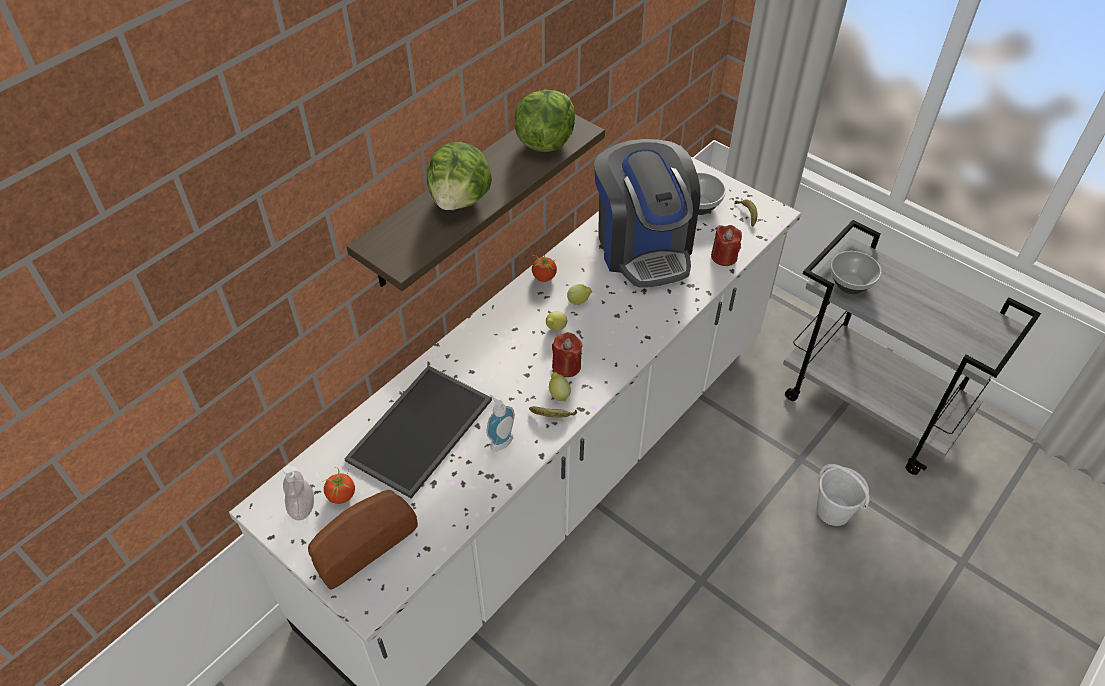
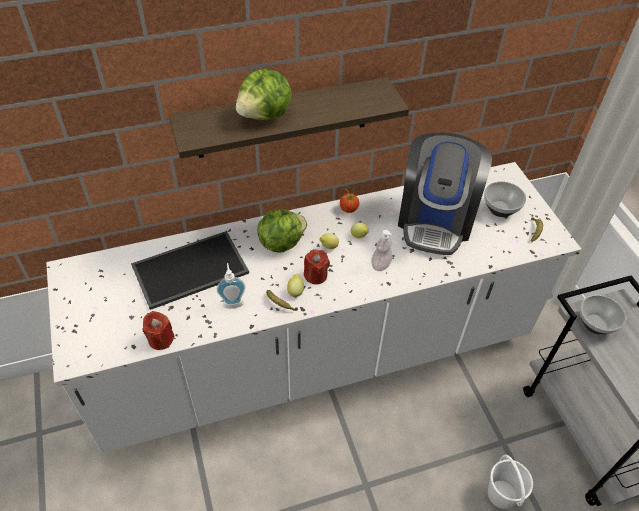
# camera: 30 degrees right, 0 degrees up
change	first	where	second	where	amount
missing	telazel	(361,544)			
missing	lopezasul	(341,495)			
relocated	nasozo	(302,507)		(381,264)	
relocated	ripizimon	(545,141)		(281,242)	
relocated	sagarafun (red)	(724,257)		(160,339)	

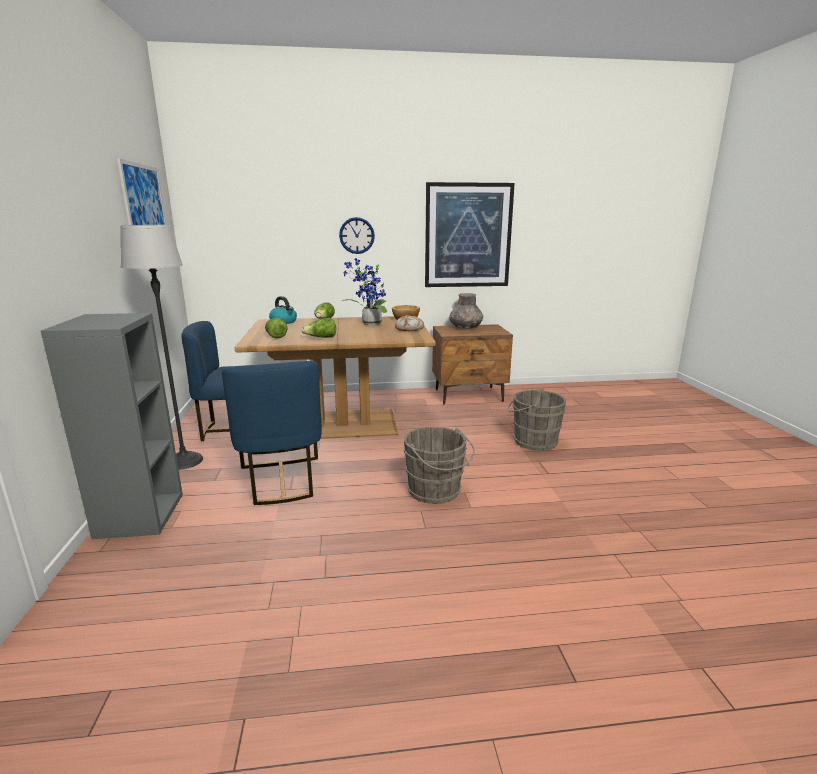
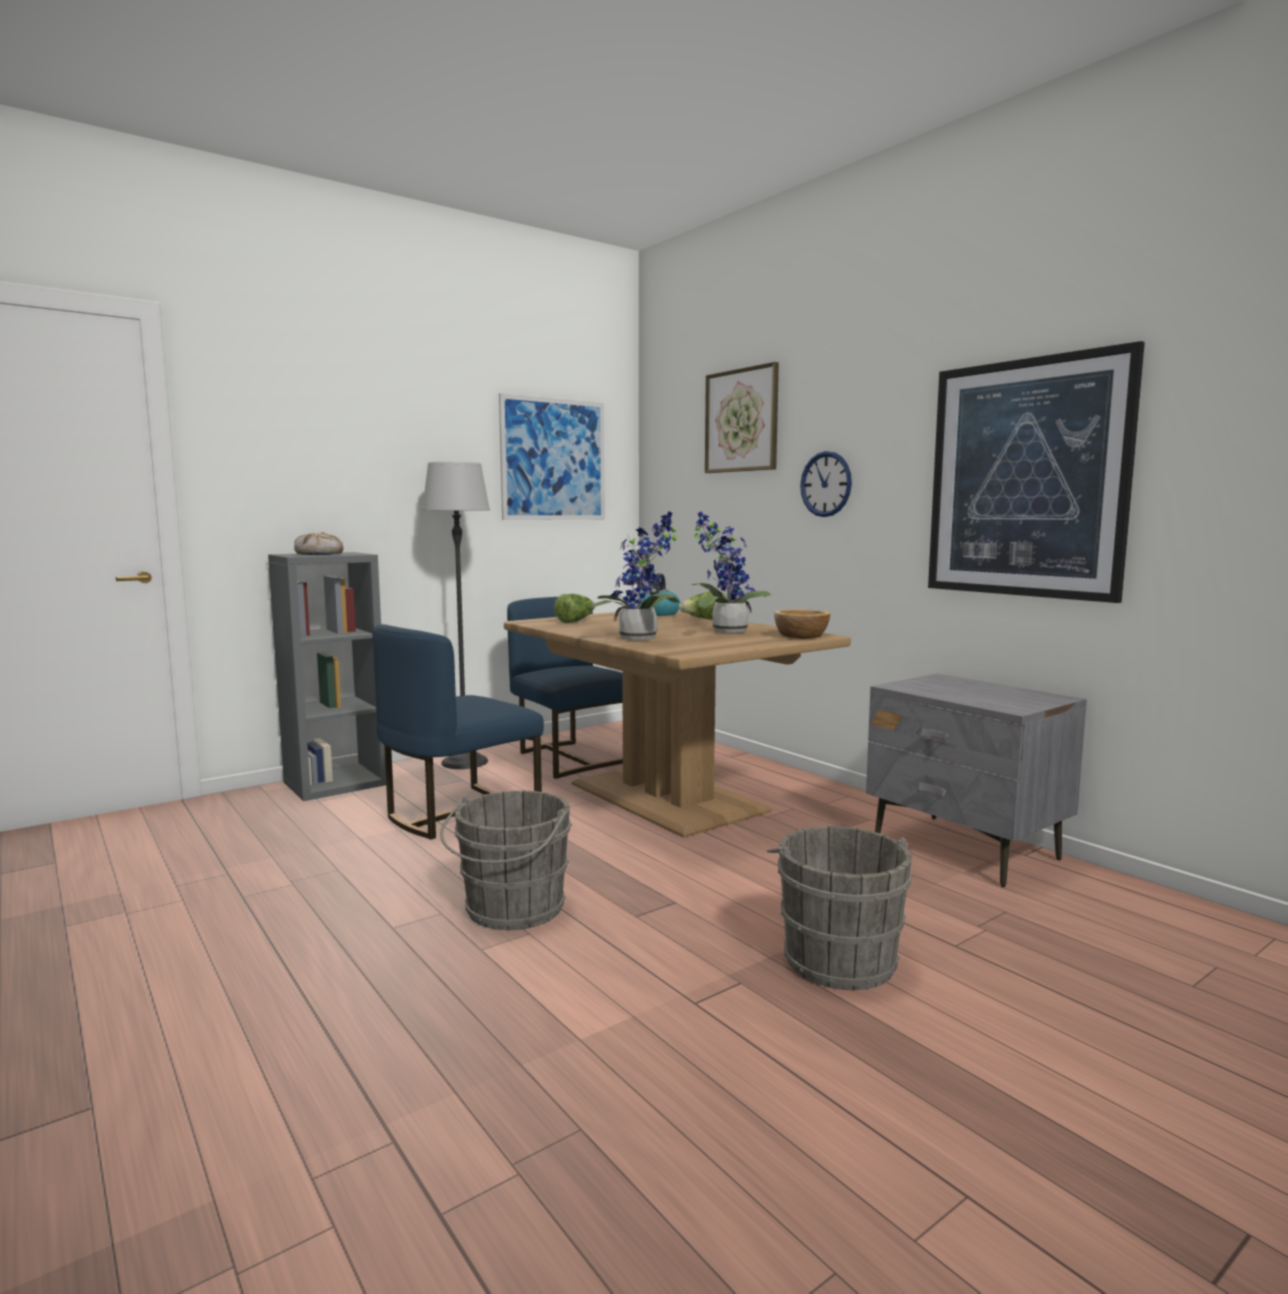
# camera: 60 degrees right, 10 degrees down
change	first	where	second	where	amount
missing	ripizimon	(321,338)			
missing	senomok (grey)	(465,327)			
appeared			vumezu	(642,639)	
appeared			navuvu	(741,420)	
relocated	telazel	(409,329)		(320,554)	
colour	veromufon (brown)	(469,395)	veromufon (grey)	(965,849)	

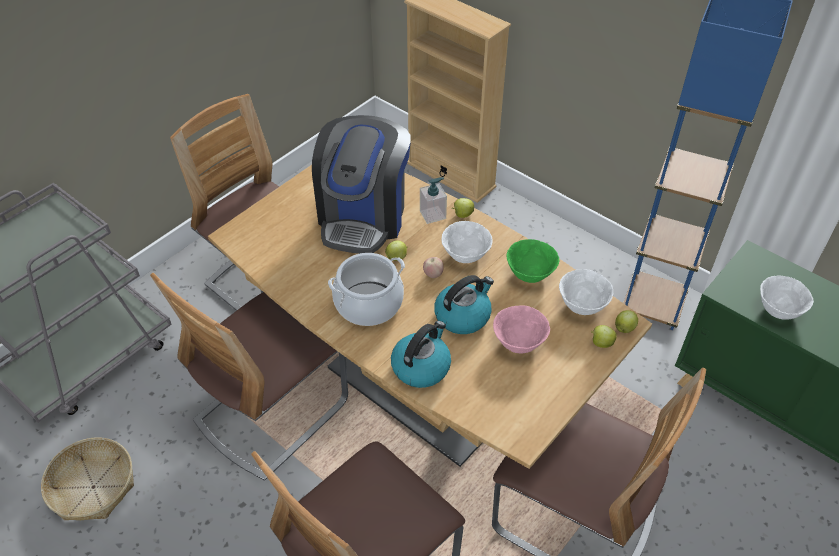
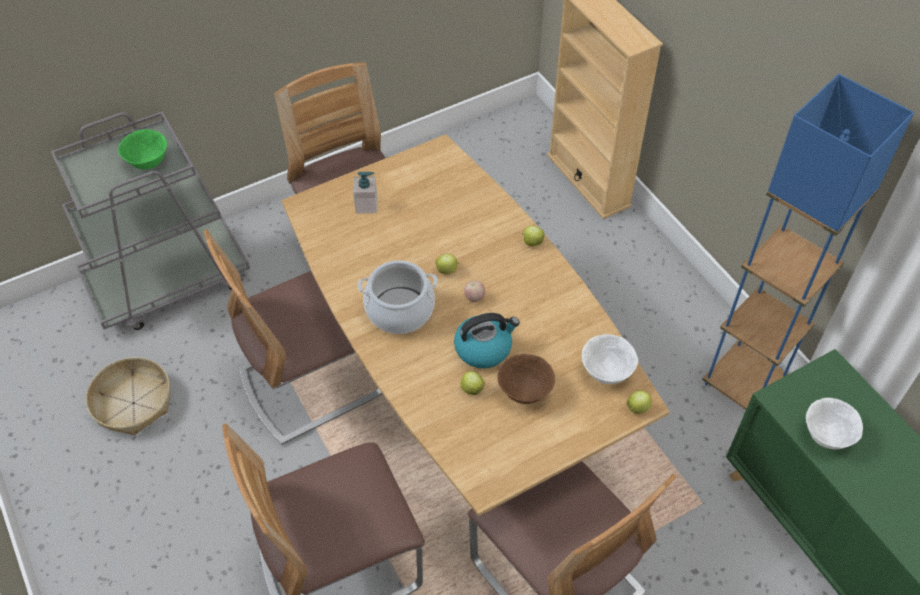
# camera: 20 degrees right, 5 degrees up
change	first	where	second	where	amount
missing	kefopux	(363,216)			
missing	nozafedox	(421,366)			
missing	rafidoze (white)	(465,256)			
relocated	nasozo	(433,214)		(366,205)	
relocated	rafidoze (green)	(530,275)		(148,163)	
relocated	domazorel	(601,343)		(471,389)	
colour	rafidoze (pink)	(518,343)	rafidoze (brown)	(524,391)	

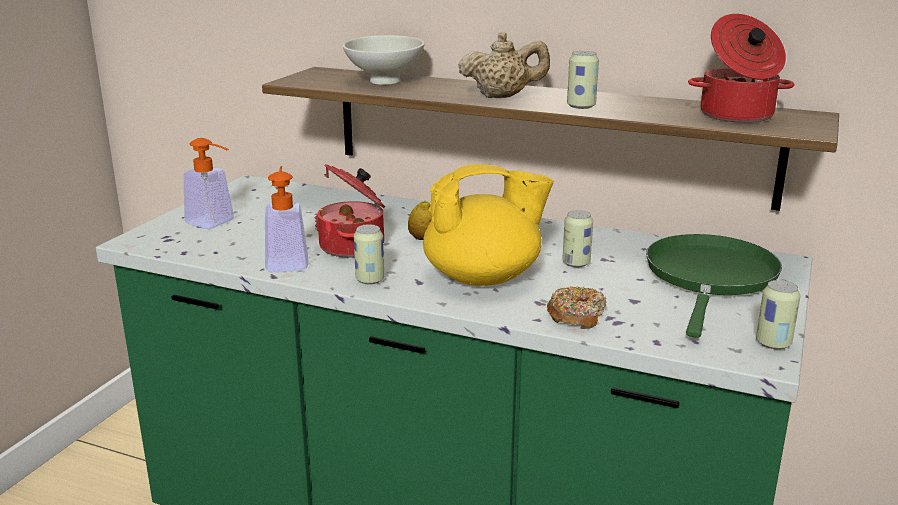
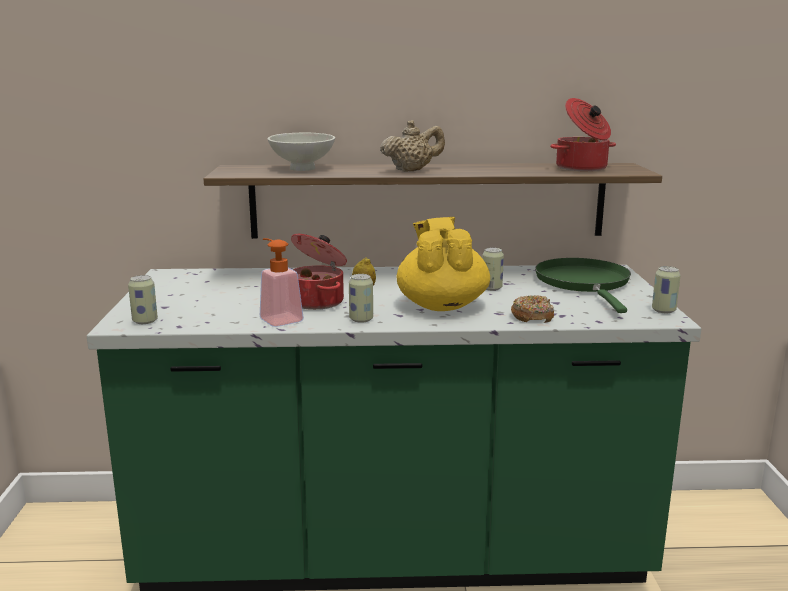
# camera: 25 degrees left, 5 degrees down
change	first	where	second	where	amount
missing	nasozo	(216,223)			
relocated	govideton	(581,106)		(145,321)	
spun	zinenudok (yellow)	(484,277)		(441,305)	60 degrees counterclockwise

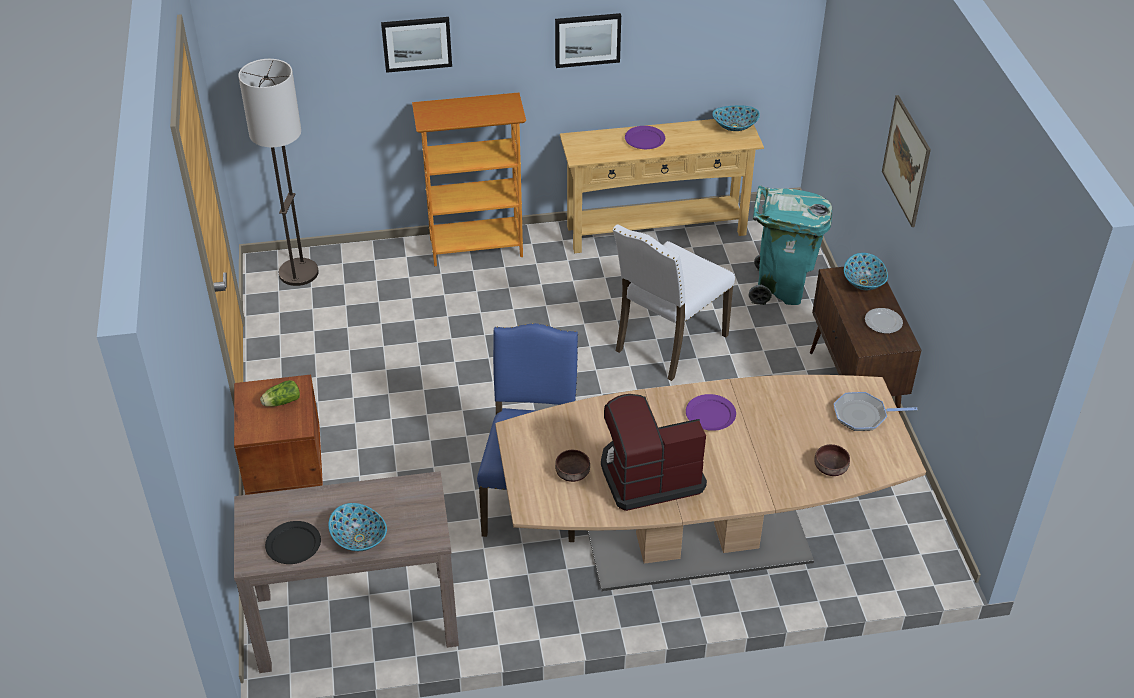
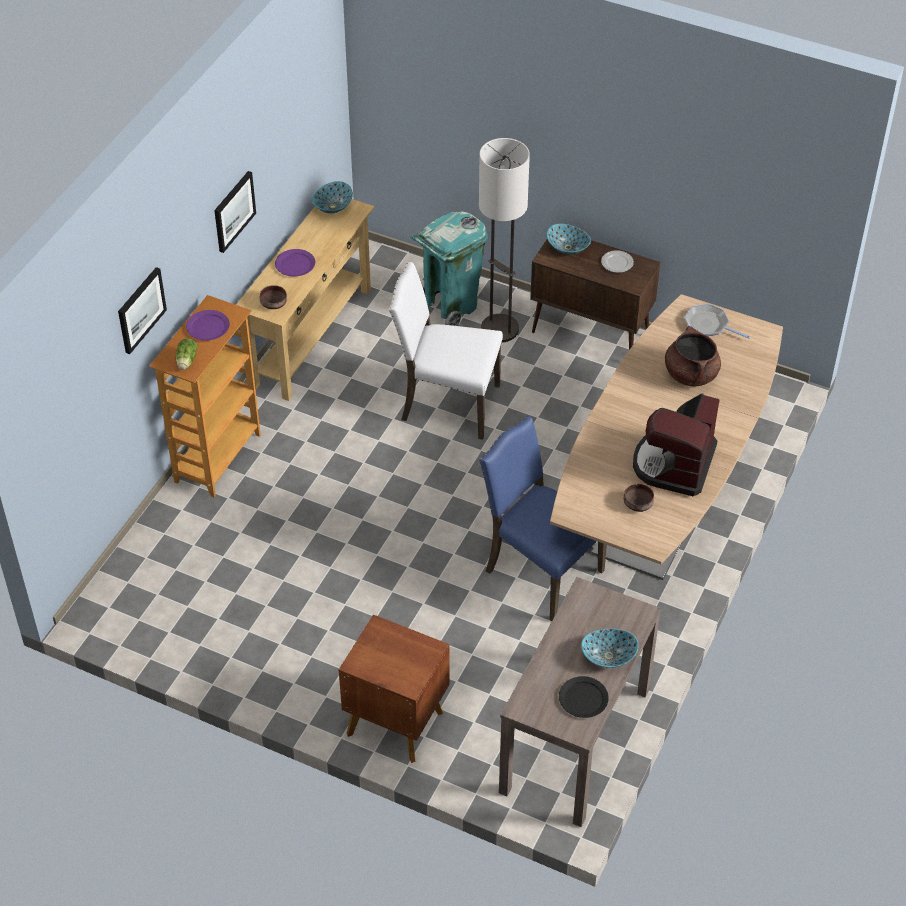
# camera: 55 degrees left, 5 degrees up
change	first	where	second	where	amount
missing	navuvu	(906,161)			
appeared			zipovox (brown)	(690,374)	
relocated	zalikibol	(299,273)		(500,329)	
relocated	ripizimon	(281,402)		(186,361)	
relocated	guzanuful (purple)	(710,414)		(208,327)	
relocated	rafidoze (brown)	(831,467)		(274,303)	
spun	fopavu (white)	(667,343)		(447,404)	120 degrees clockwise
spun	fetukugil	(863,415)		(709,325)	90 degrees clockwise

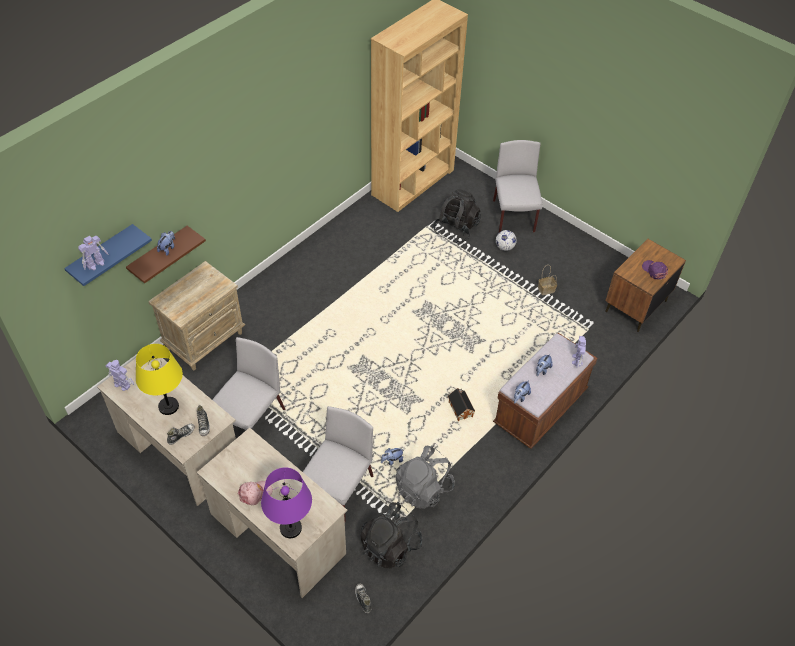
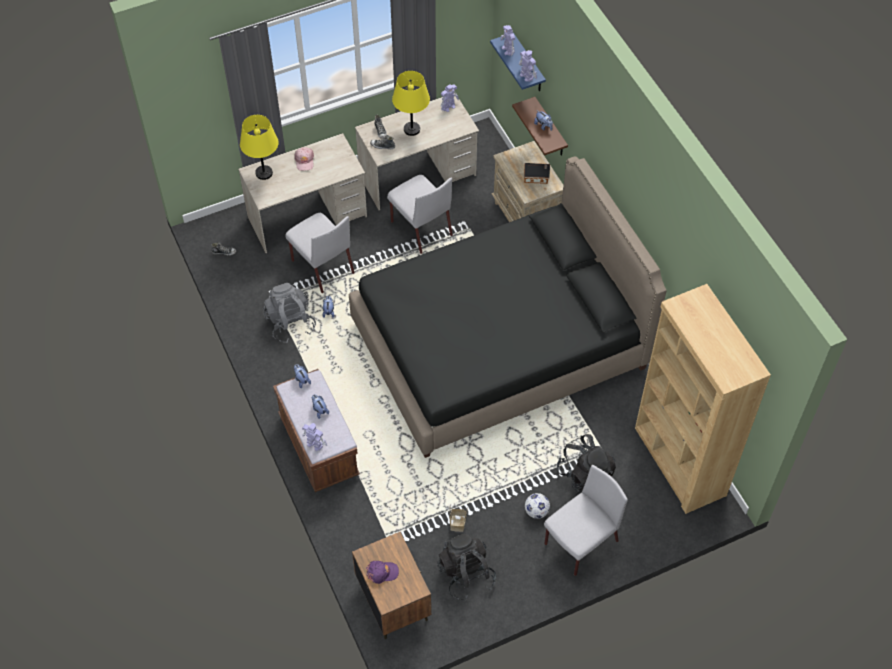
# camera: 115 degrees right, 5 degrees up
change	first	where	second	where	amount
appeared			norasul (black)	(498,345)	
appeared			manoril	(526,76)	
relocated	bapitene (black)	(390,546)		(466,574)	
relocated	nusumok	(460,408)		(537,177)	
colour	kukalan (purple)	(291,528)	kukalan (yellow)	(264,173)	
spun	fopavu (grey)	(513,217)		(580,543)	60 degrees counterclockwise

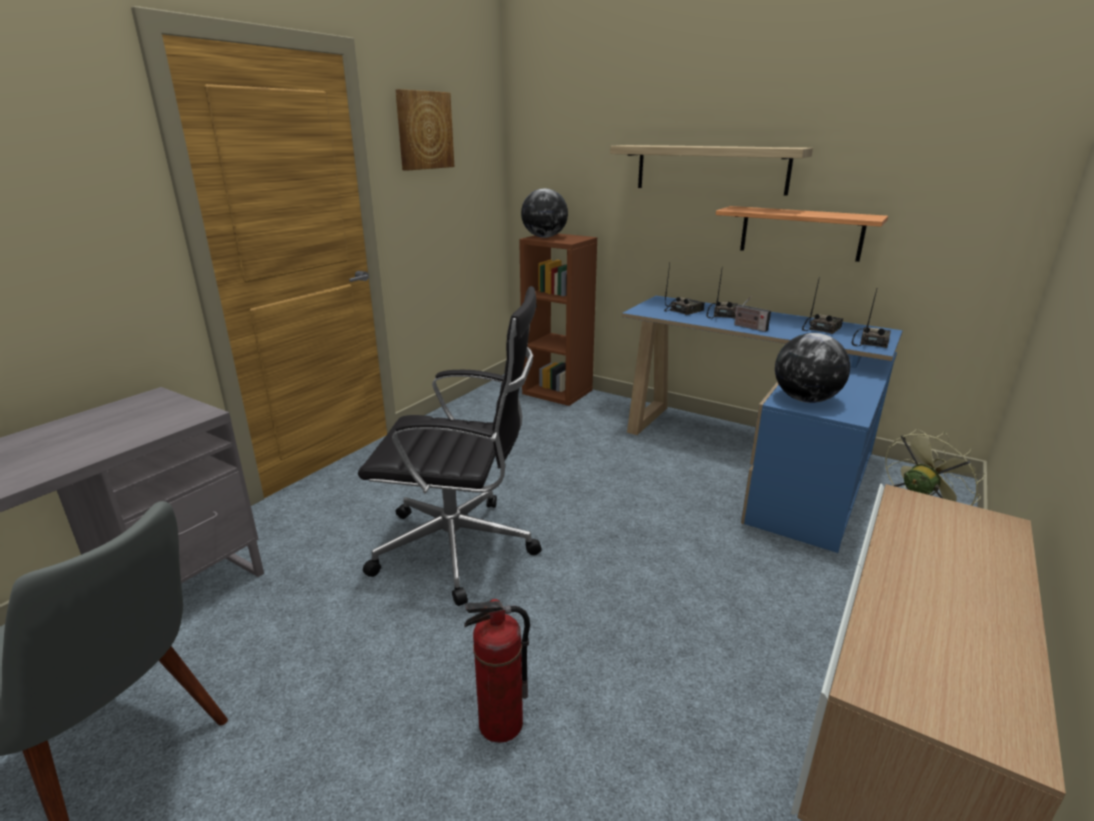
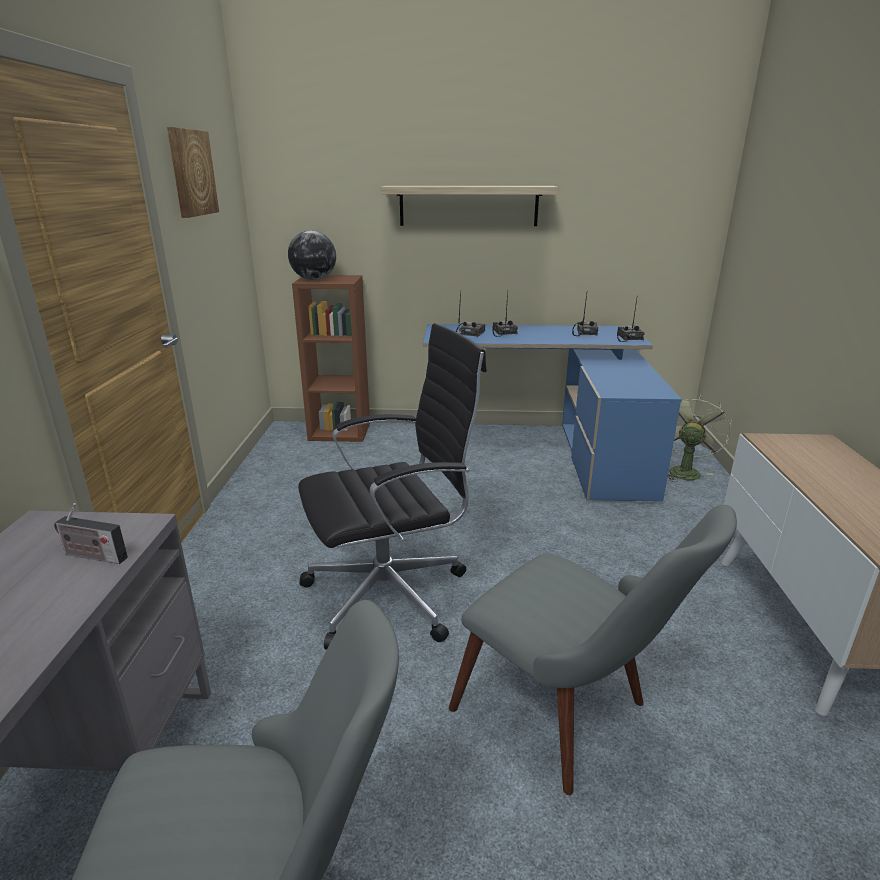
# camera: 30 degrees left, 0 degrees up
change	first	where	second	where	amount
missing	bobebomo	(800,233)			
missing	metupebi	(805,399)			
relocated	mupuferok	(748,327)		(92,556)	
exchanged	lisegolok	(500,724)	fopavu (grey)	(569,717)	

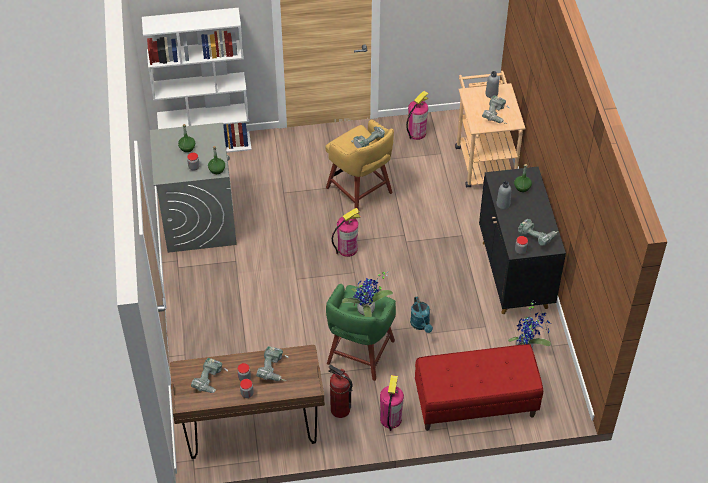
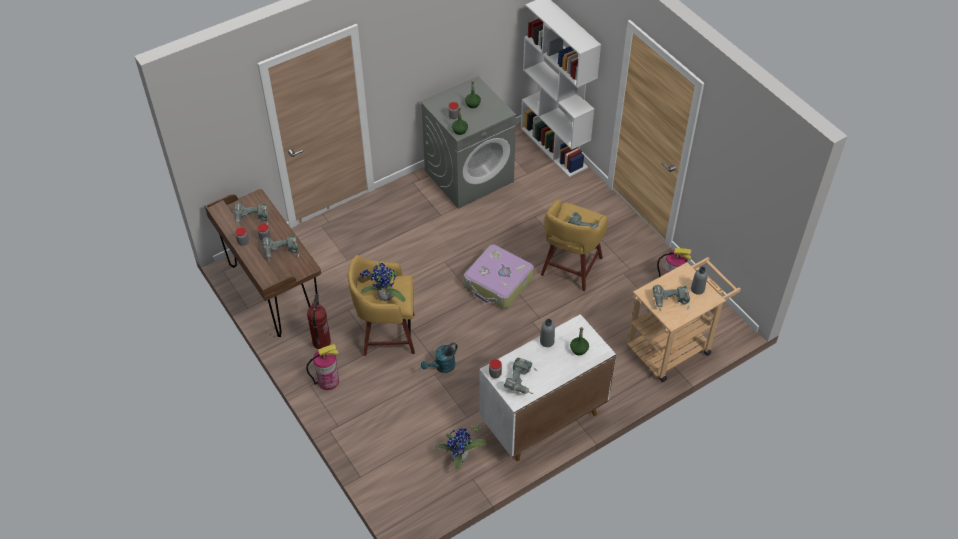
# camera: 65 degrees right, 0 degrees up
change	first	where	second	where	amount
missing	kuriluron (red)	(475,404)			
exchanged	lisegolok	(347,248)	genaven	(498,283)	
colour	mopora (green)	(359,354)	mopora (yellow)	(386,334)	
colour	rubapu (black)	(515,275)	rubapu (white)	(542,420)	

